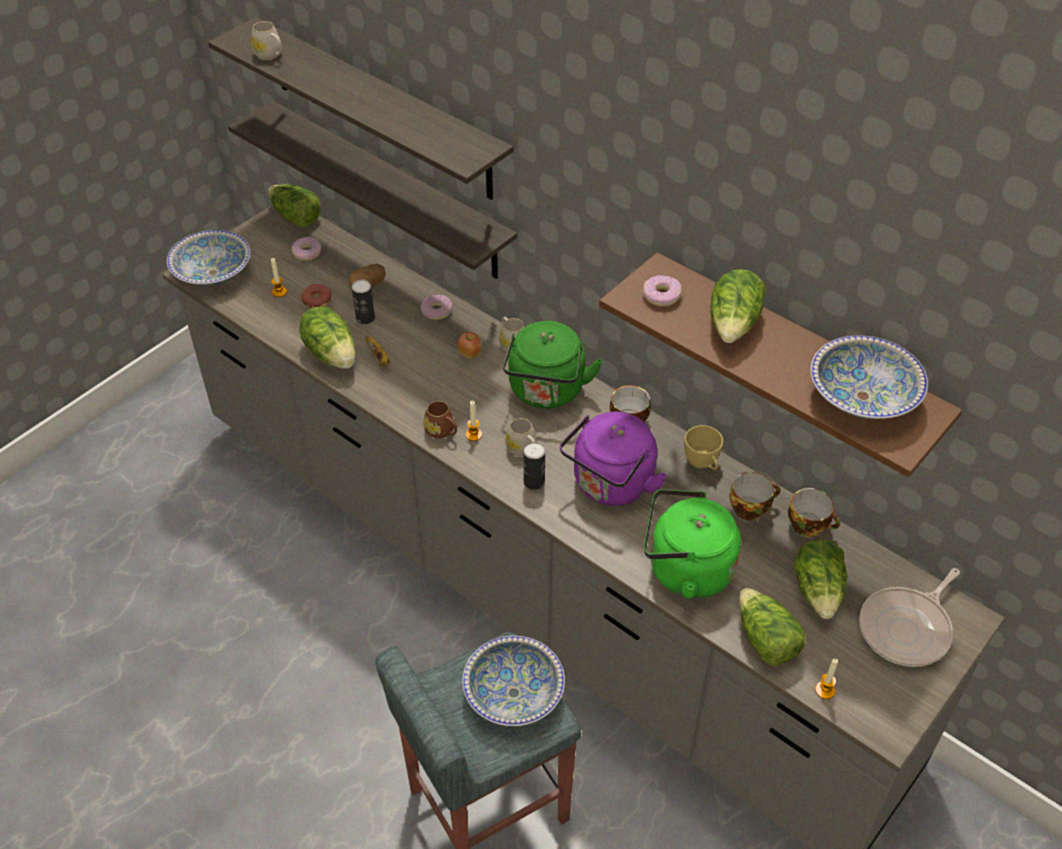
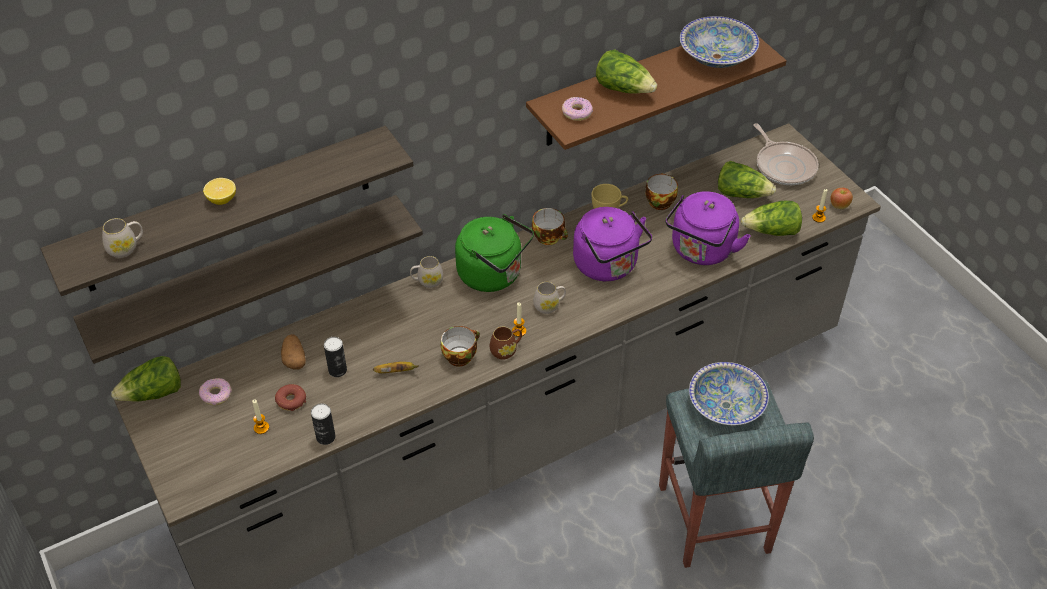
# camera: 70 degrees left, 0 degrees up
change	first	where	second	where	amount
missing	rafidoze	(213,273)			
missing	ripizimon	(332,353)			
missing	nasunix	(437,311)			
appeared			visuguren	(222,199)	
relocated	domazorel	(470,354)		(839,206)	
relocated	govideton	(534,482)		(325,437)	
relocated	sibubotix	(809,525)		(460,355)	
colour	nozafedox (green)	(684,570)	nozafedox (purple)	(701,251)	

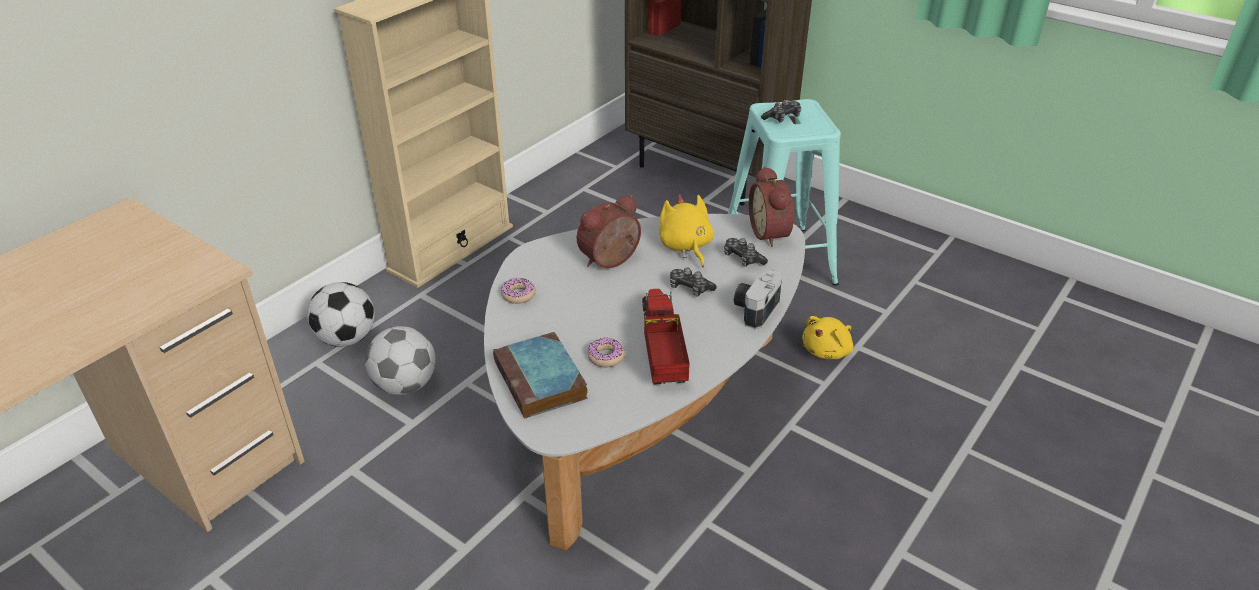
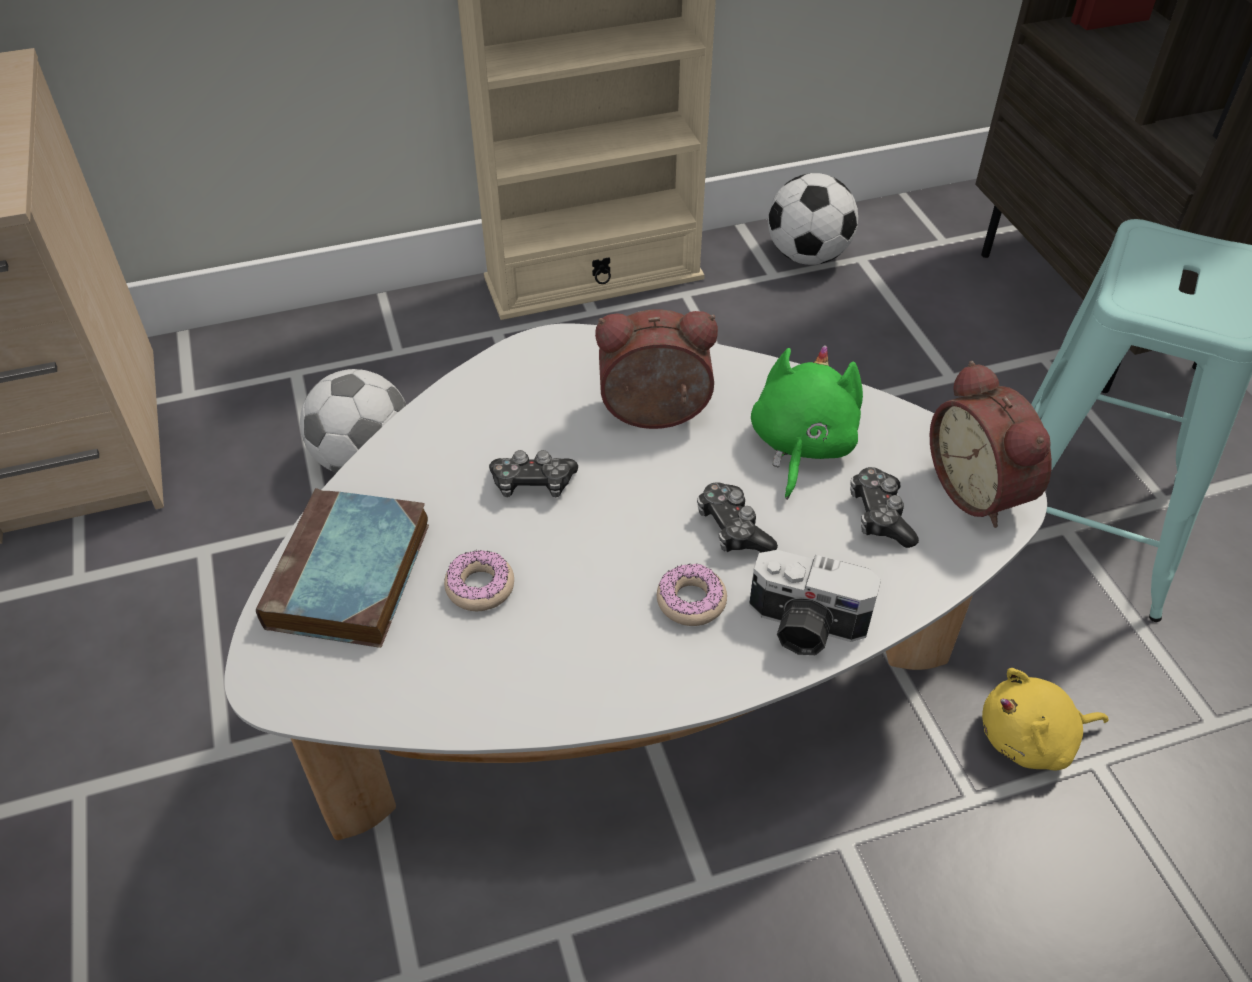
# camera: 35 degrees right, 10 degrees up
change	first	where	second	where	amount
missing	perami	(662,348)			
relocated	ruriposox	(347,339)		(807,256)	
relocated	nasunix	(518,295)		(691,601)	
relocated	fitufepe	(782,118)		(533,484)	
colour	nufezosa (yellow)	(685,247)	nufezosa (green)	(801,445)	
spun	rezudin	(754,309)		(805,627)	135 degrees counterclockwise
spun	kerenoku	(771,233)		(981,490)	45 degrees counterclockwise

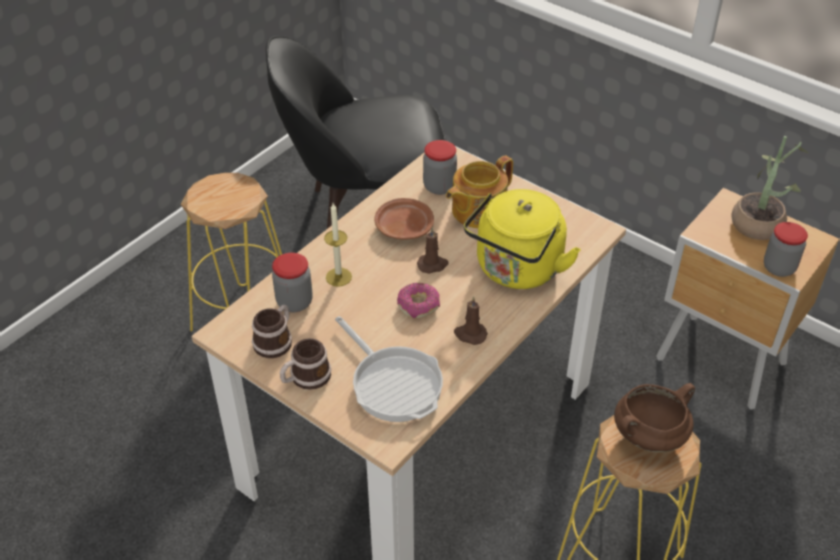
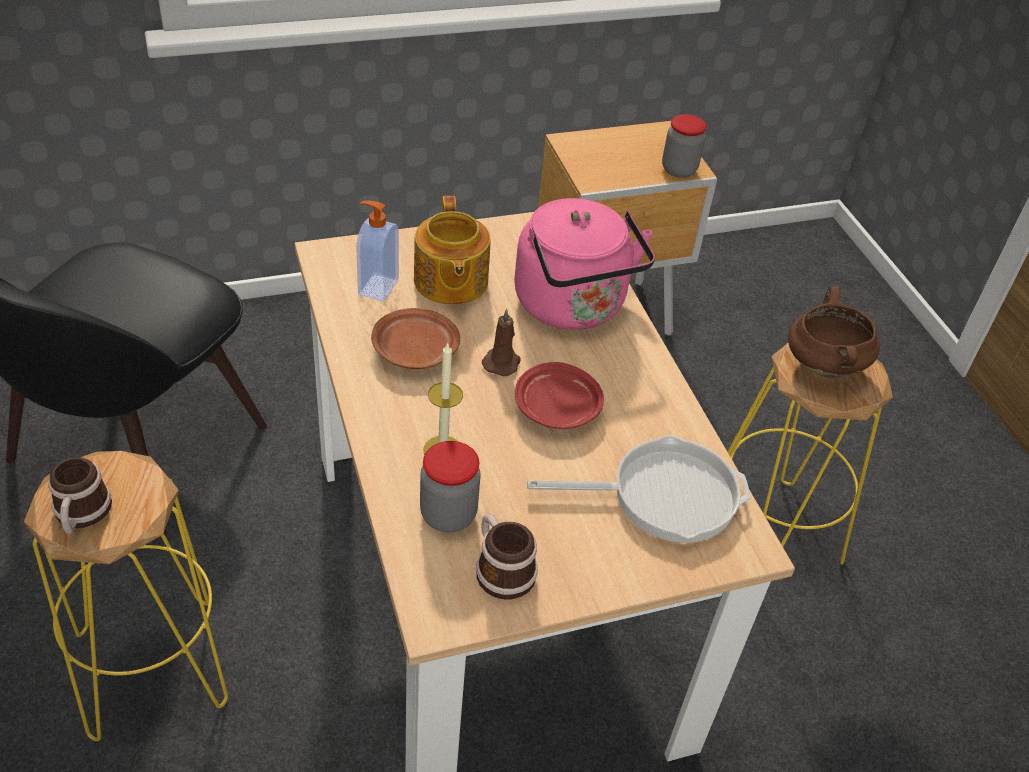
# camera: 60 degrees left, 0 degrees up
change	first	where	second	where	amount
missing	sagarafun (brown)	(470,334)			
missing	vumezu	(759,221)			
relocated	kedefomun	(305,378)		(81,515)	
exchanged	nasunix	(418,305)	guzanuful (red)	(557,408)	
exchanged	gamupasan	(439,186)	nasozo	(377,286)	
colour	nozafedox (yellow)	(516,271)	nozafedox (pink)	(573,307)	

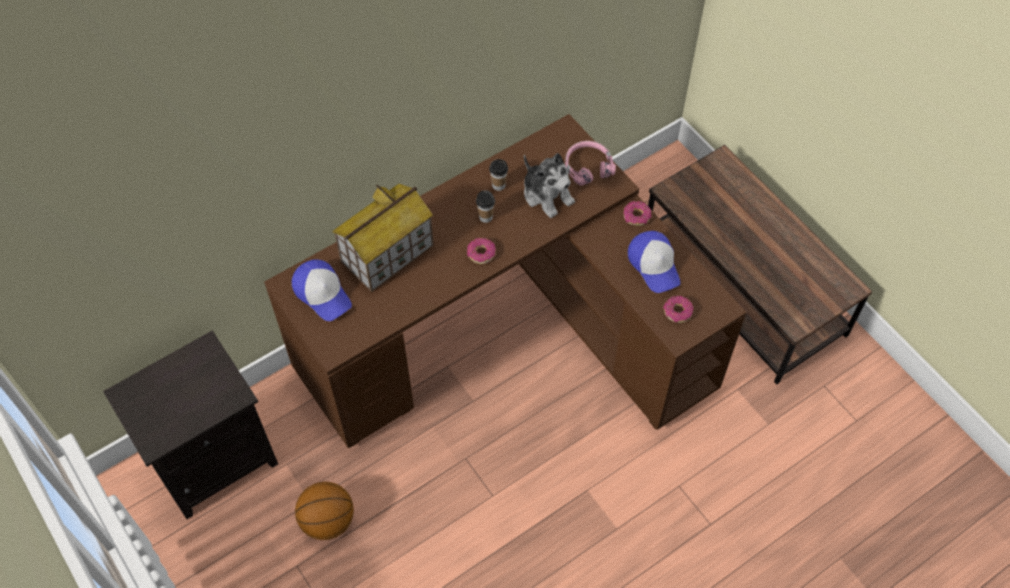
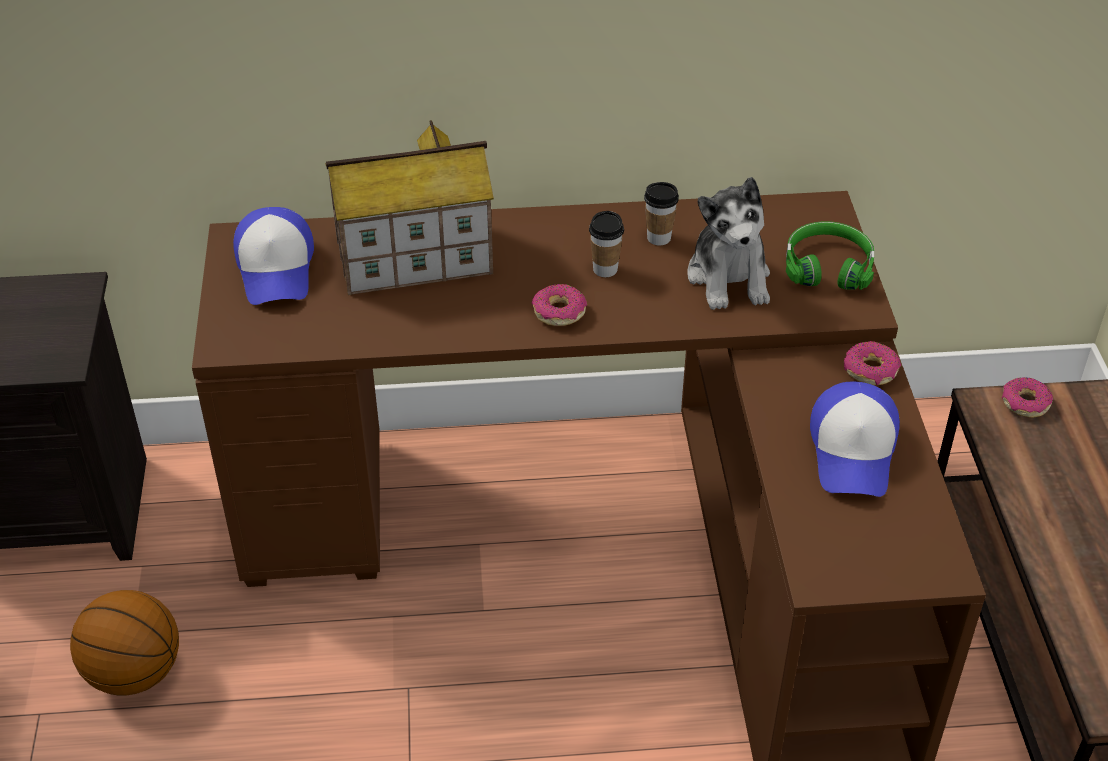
# camera: 30 degrees right, 15 degrees down
change	first	where	second	where	amount
relocated	nasunix	(677,312)		(1024,403)	
colour	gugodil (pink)	(588,166)	gugodil (green)	(828,266)	

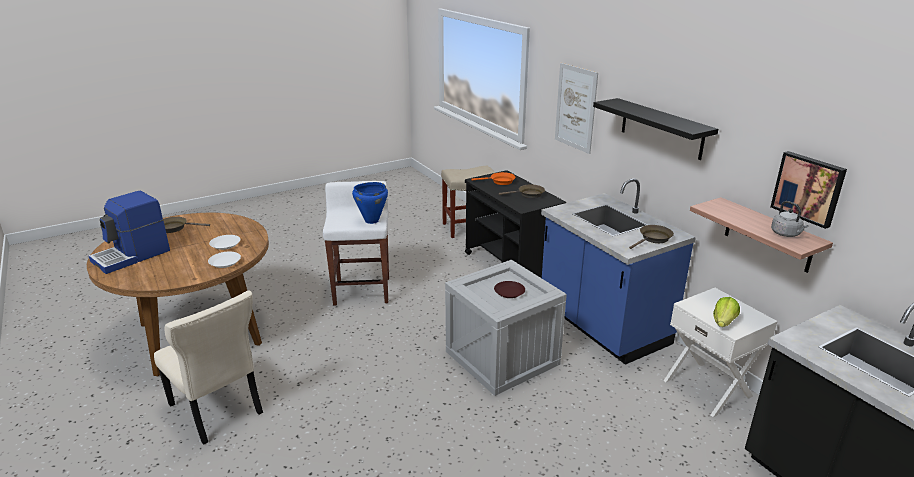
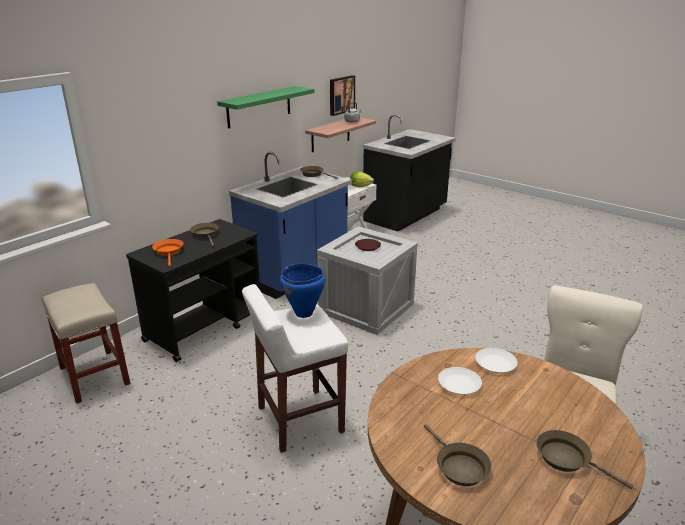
# camera: 110 degrees left, 0 degrees up
change	first	where	second	where	amount
missing	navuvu	(575,108)			
exchanged	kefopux	(132,256)	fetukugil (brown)	(567,459)	
colour	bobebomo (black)	(661,128)	bobebomo (green)	(259,107)	

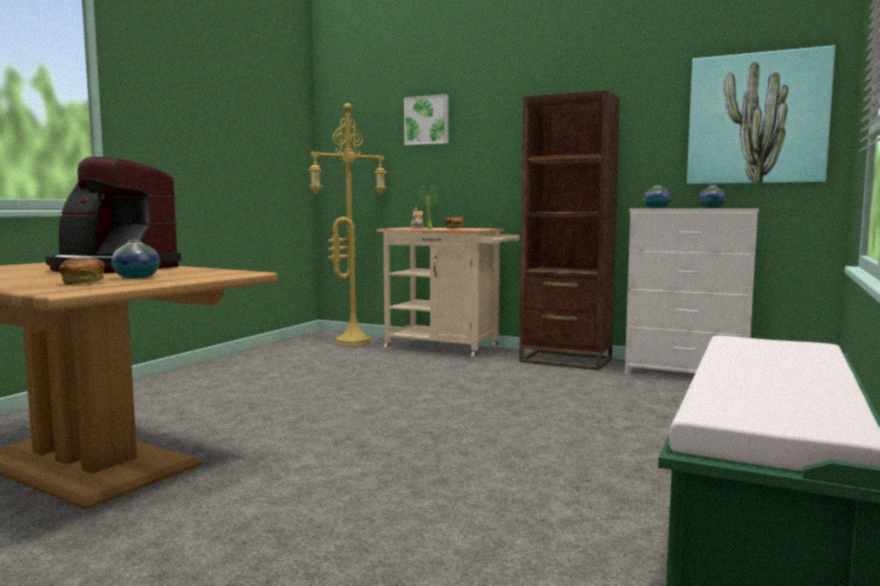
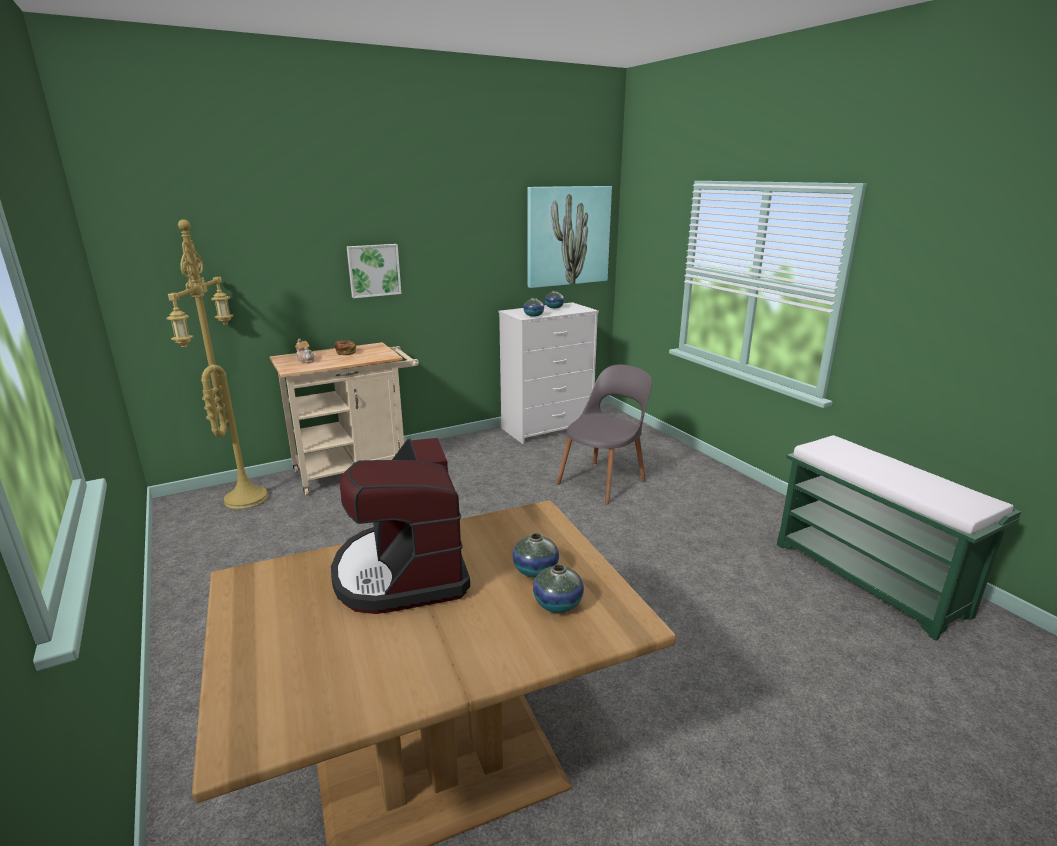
# camera: 55 degrees left, 15 degrees up
change	first	where	second	where	amount
missing	vumezu	(429,228)			
missing	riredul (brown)	(566,360)			
appeared			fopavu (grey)	(603,480)	
relocated	navuvu	(427,120)		(373,270)	
exchanged	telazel	(84,282)	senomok	(558,604)	
spun	kefopux	(112,268)		(402,572)	105 degrees clockwise

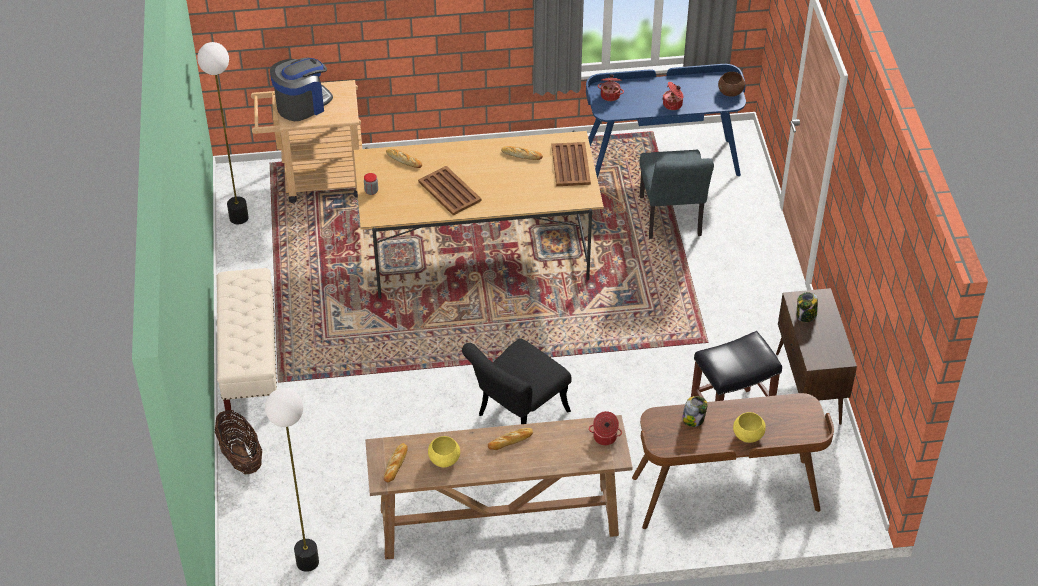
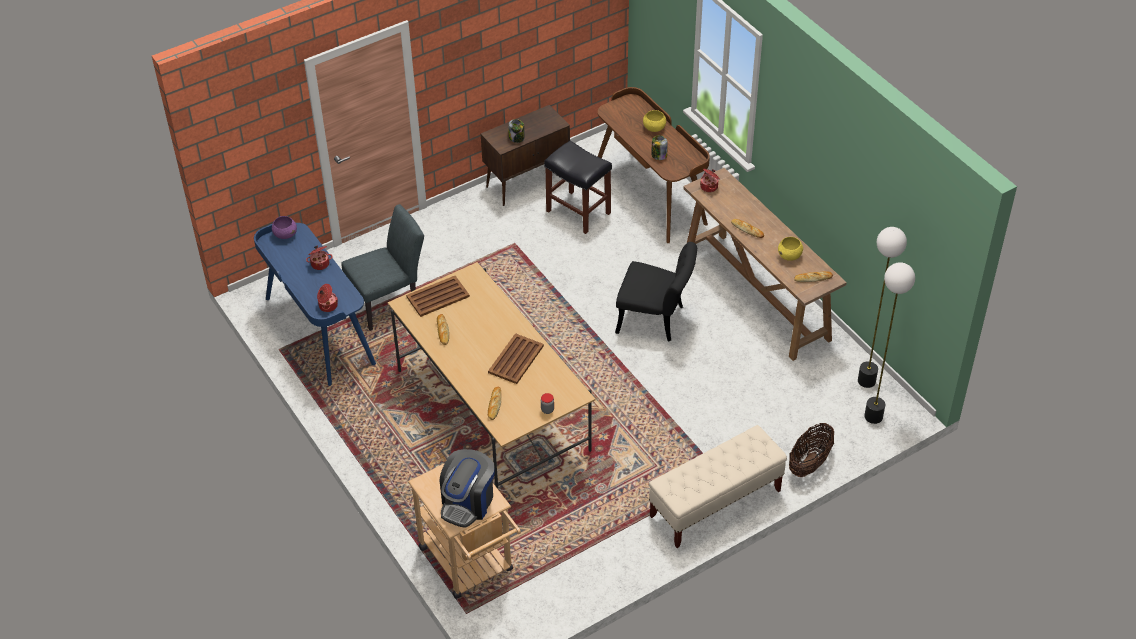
# camera: 115 degrees left, 0 degrees up
change	first	where	second	where	amount
relocated	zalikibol	(238,217)		(873,416)	
colour	rafidoze (brown)	(730,92)	rafidoze (purple)	(285,234)	
spun	kefopux	(302,104)		(468,502)	90 degrees counterclockwise

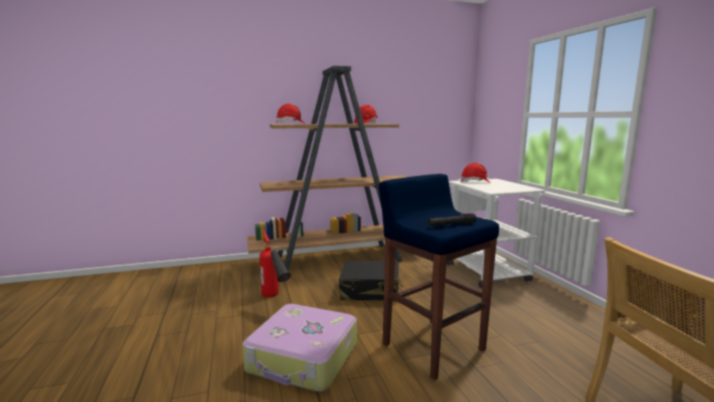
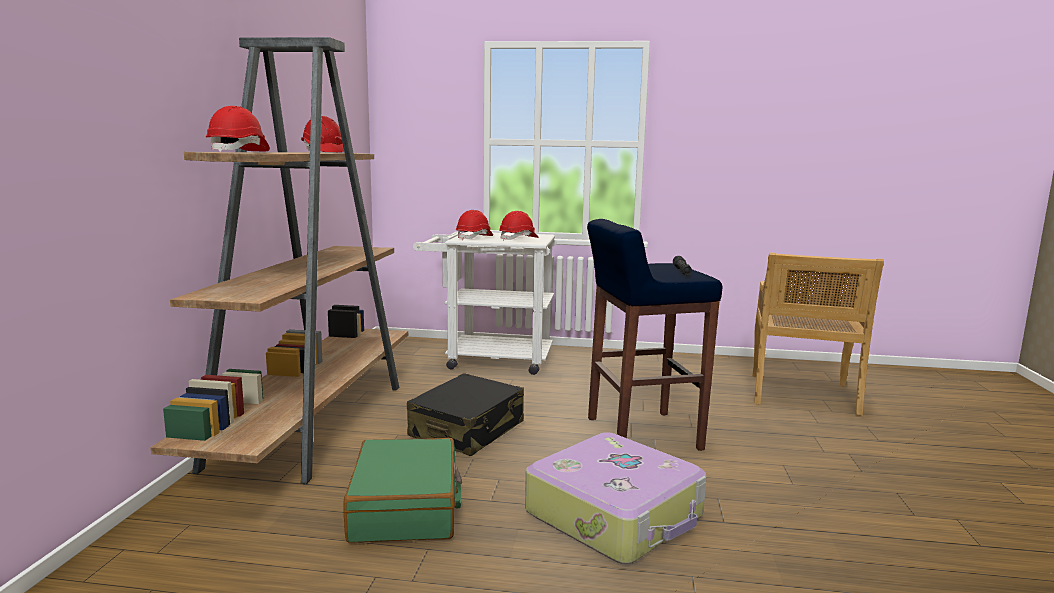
# camera: 65 degrees left, 0 degrees up
change	first	where	second	where	amount
appeared			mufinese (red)	(518,239)	
exchanged	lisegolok	(275,300)	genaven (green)	(406,507)	

